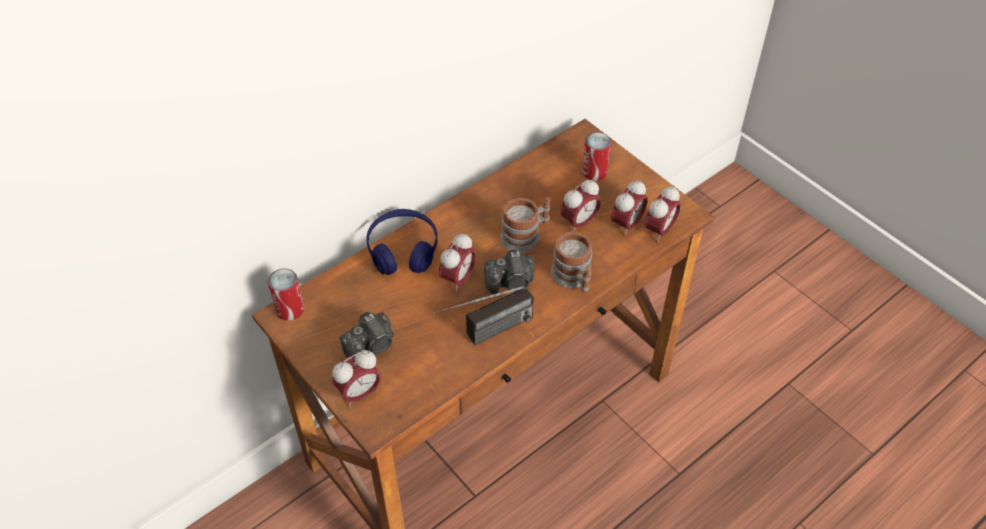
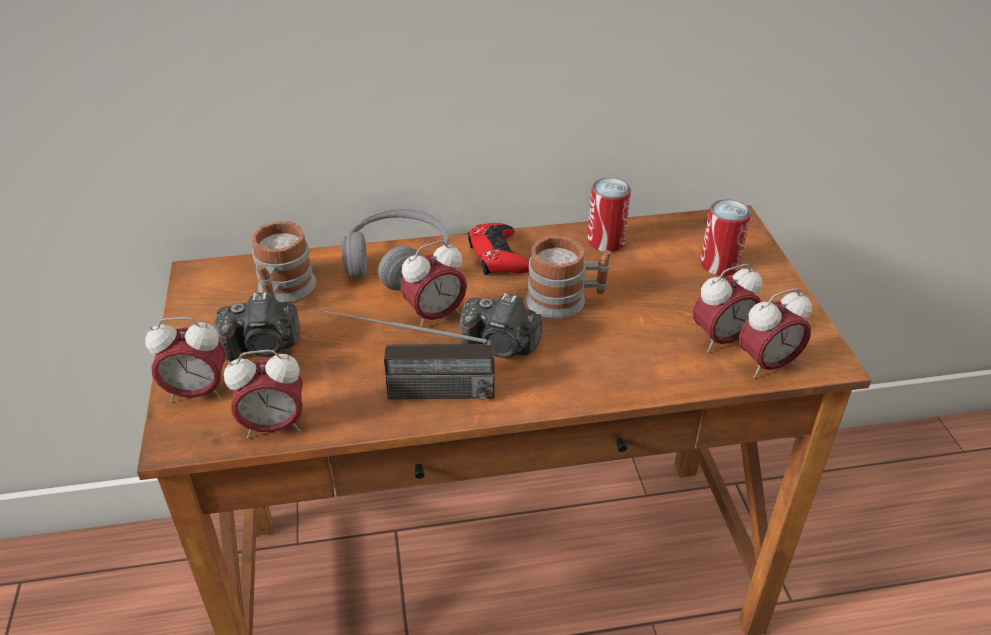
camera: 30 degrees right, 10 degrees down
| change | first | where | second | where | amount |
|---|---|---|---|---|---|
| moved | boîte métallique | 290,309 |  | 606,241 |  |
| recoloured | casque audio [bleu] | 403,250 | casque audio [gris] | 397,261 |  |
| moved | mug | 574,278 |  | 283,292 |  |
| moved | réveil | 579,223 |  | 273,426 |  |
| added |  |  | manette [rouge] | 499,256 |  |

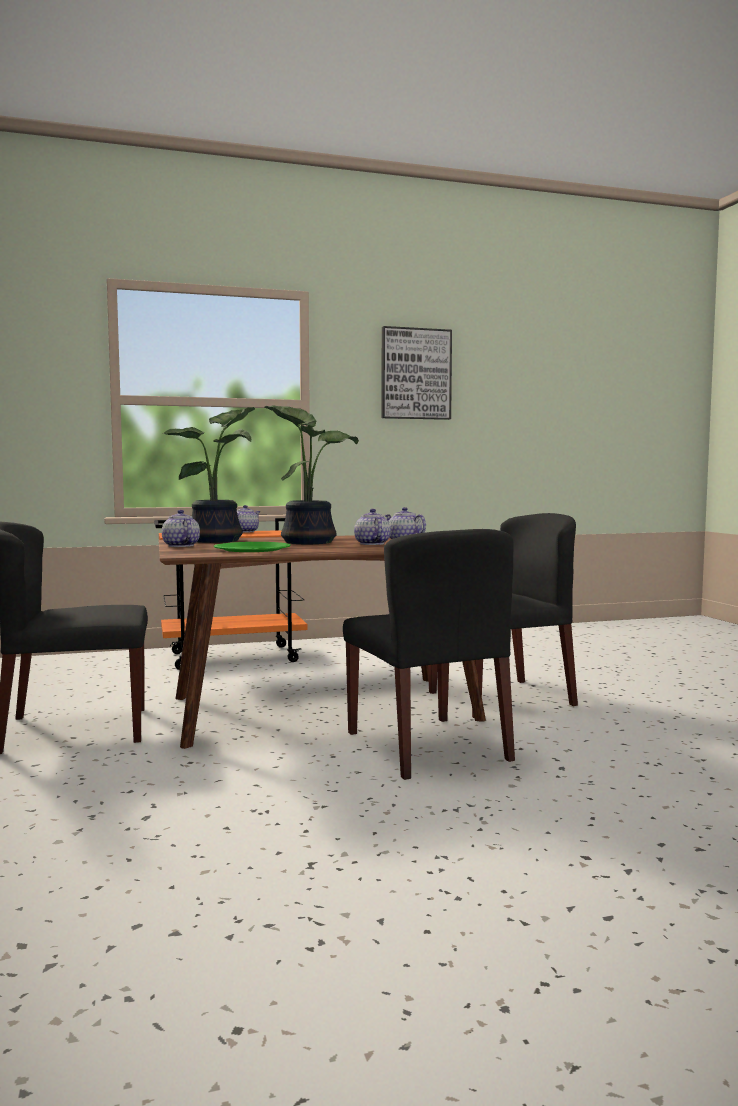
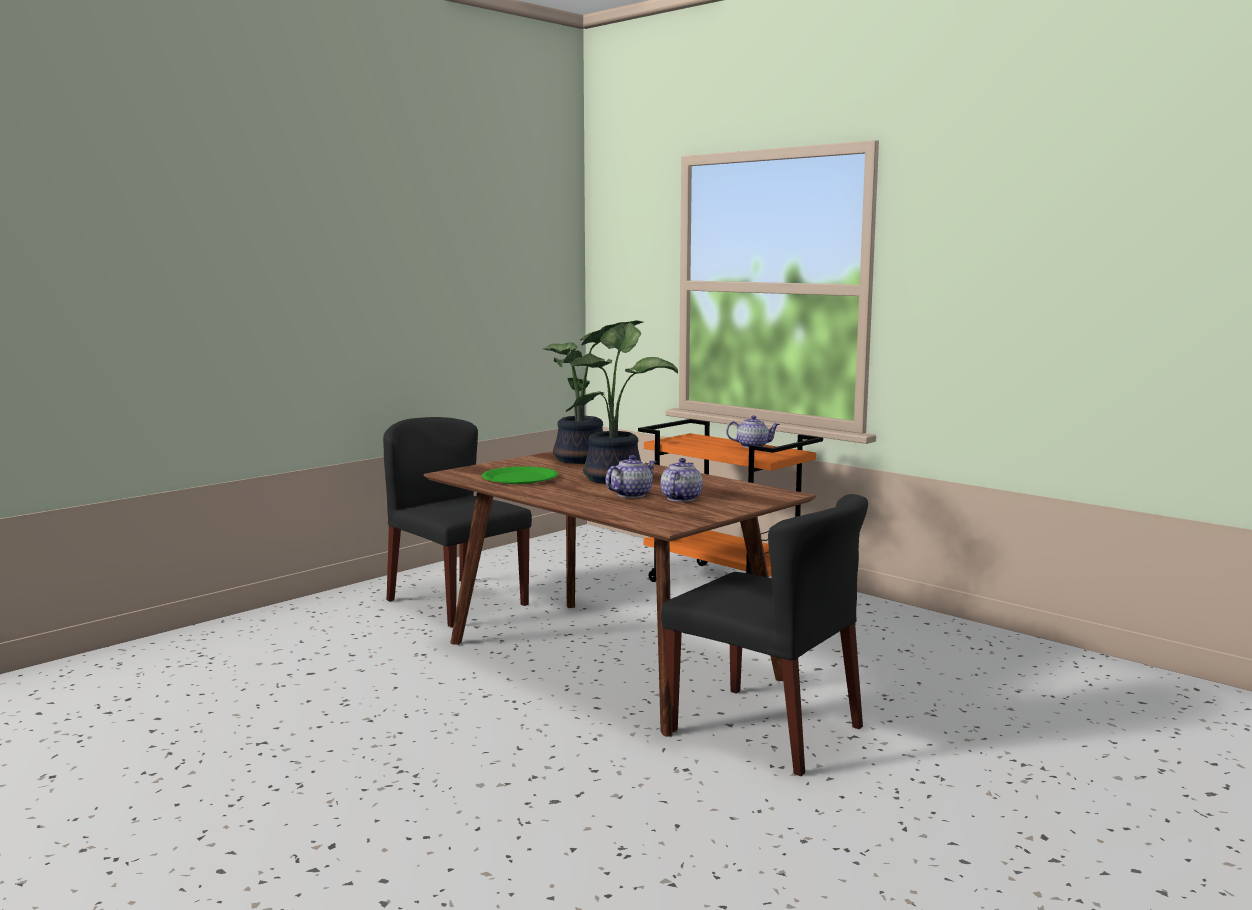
camera: 60 degrees right, 5 degrees up
| change | first | where | second | where | amount |
|---|---|---|---|---|---|
| removed | théière | 180,546 |  |  |  |
| removed | chaise [noir] | 427,746 |  |  |  |
| removed | tableau | 415,374 |  |  |  |

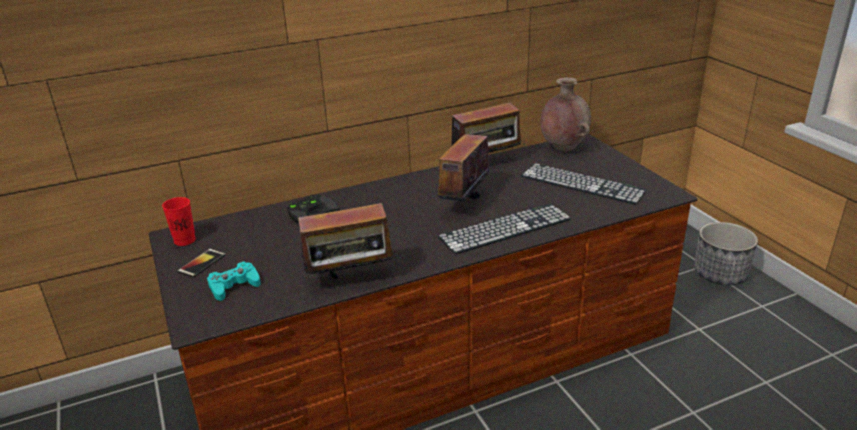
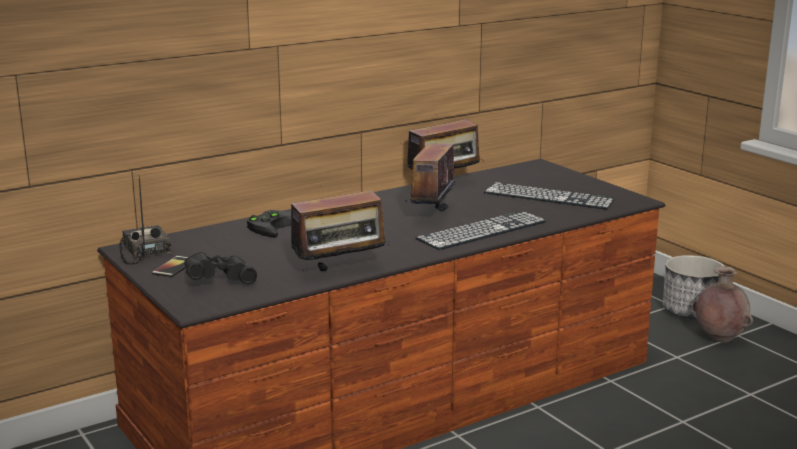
camera: 10 degrees left, 10 degrees down
| change | first | where | second | where | amount |
|---|---|---|---|---|---|
| replaced | tasse [rouge] | 184,240 | radio | 143,252 |  |
| replaced | manette [turquoise] | 234,286 | jumelles [noir] | 219,281 |  |
| moved | vase [marron] | 563,148 |  | 719,338 |  |

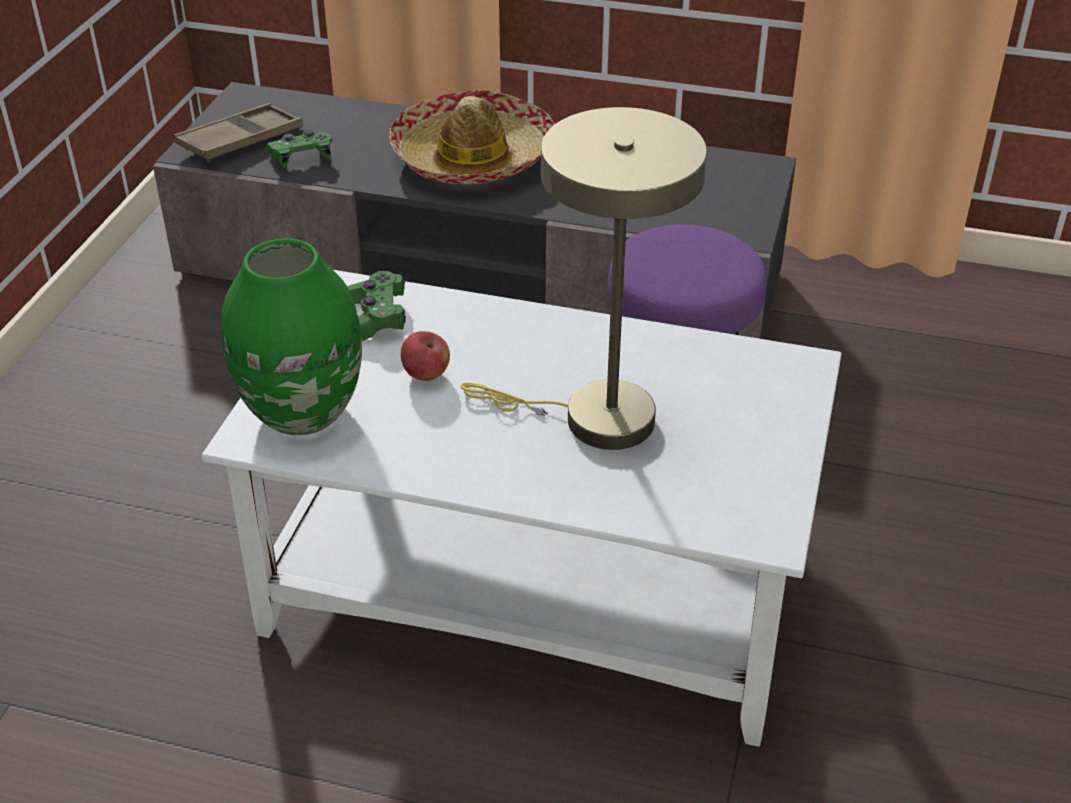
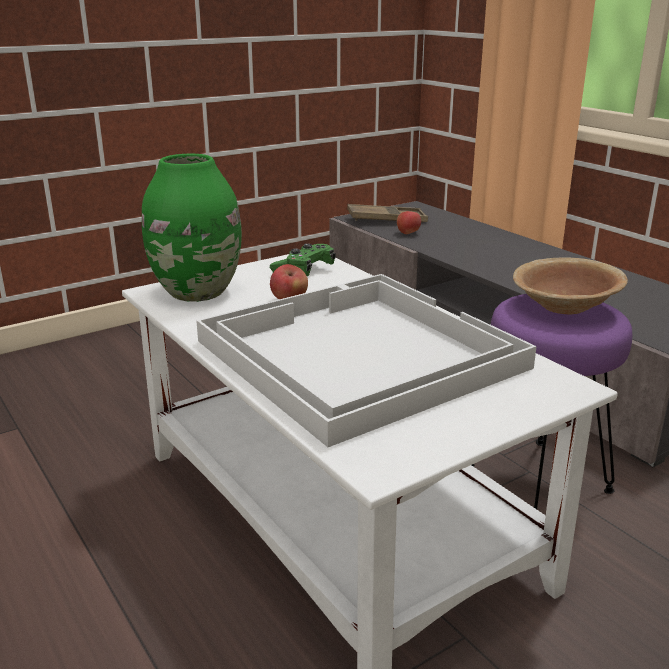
camera: 40 degrees right, 15 degrees down
| change | first | where | second | where | amount |
|---|---|---|---|---|---|
| replaced | manette [vert] | 302,158 | pomme | 408,233 |  |
| removed | chapeau | 473,157 |  |  |  |
| replaced | lampe de table [beige] | 593,418 | plateau [blanc] | 356,354 |  |
| added |  |  | bol [marron] | 564,306 |  |

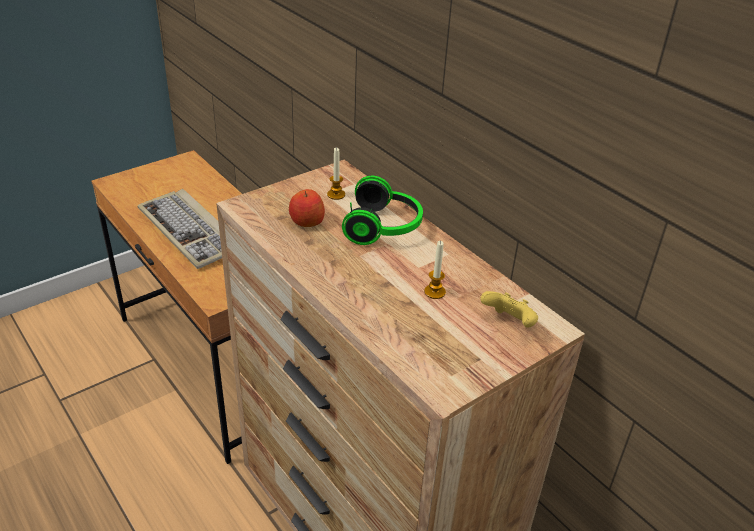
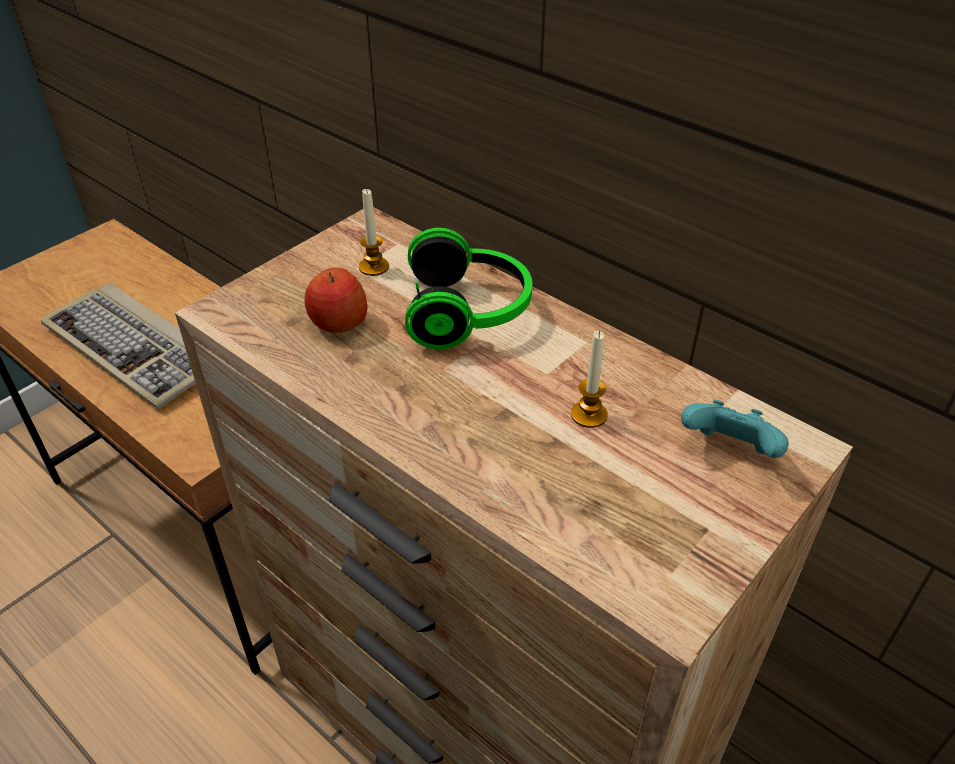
camera: 10 degrees left, 5 degrees up
| change | first | where | second | where | amount |
|---|---|---|---|---|---|
| recoloured | manette [jaune] | 509,323 | manette [turquoise] | 729,451 |  |

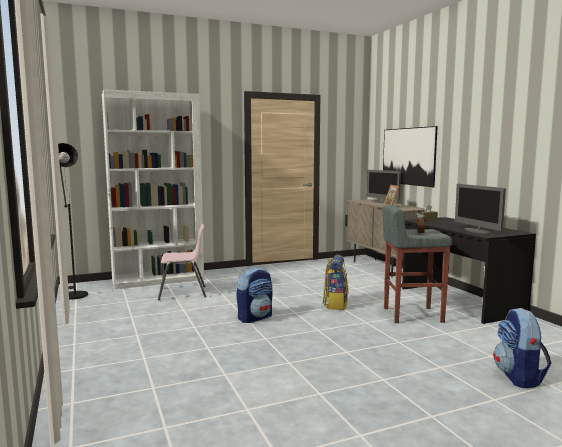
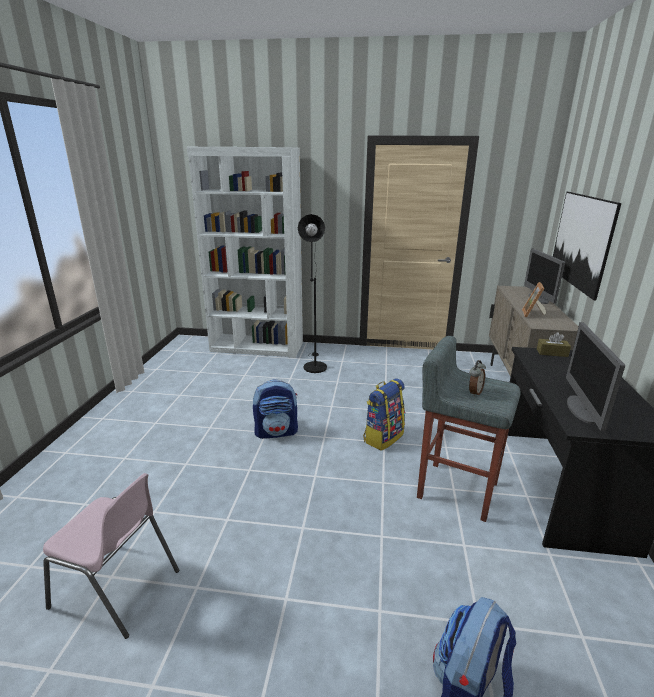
camera: 30 degrees right, 15 degrees up
| change | first | where | second | where | amount |
|---|---|---|---|---|---|
| moved | lampadaire [noir] | 73,294 |  | 314,365 |  |
| moved | chaise [rose] | 183,293 |  | 117,589 |  |

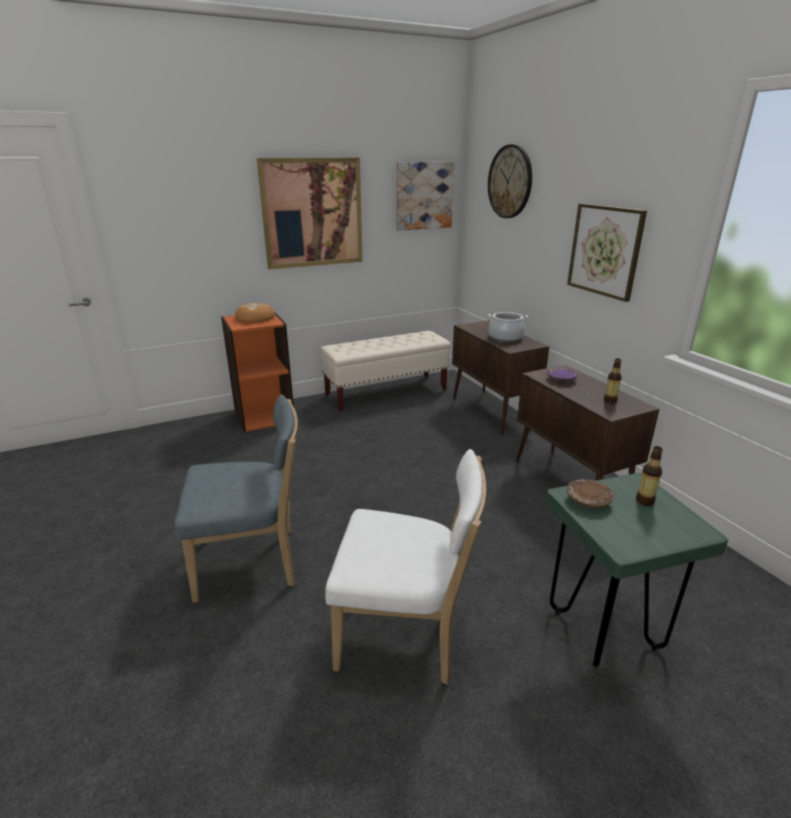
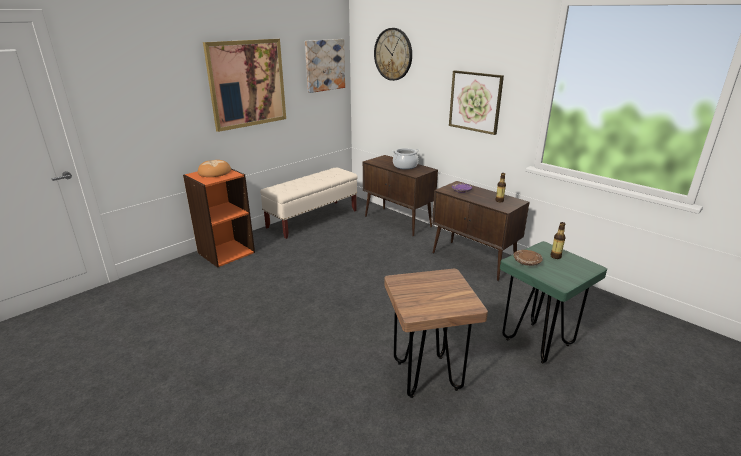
camera: 20 degrees left, 0 degrees up
| change | first | where | second | where | amount |
|---|---|---|---|---|---|
| removed | chaise [bleu] | 253,562 |  |  |  |
| replaced | chaise [blanc] | 405,635 | tabouret [marron] | 427,376 |  |

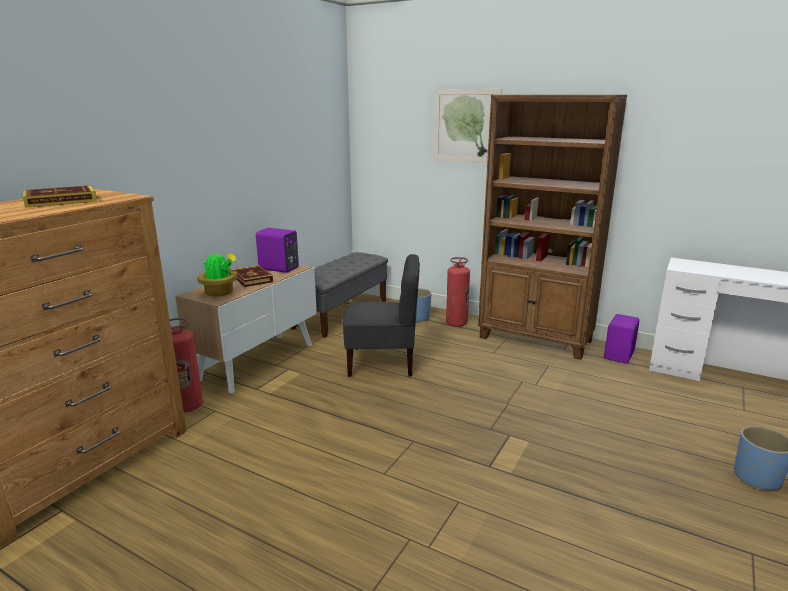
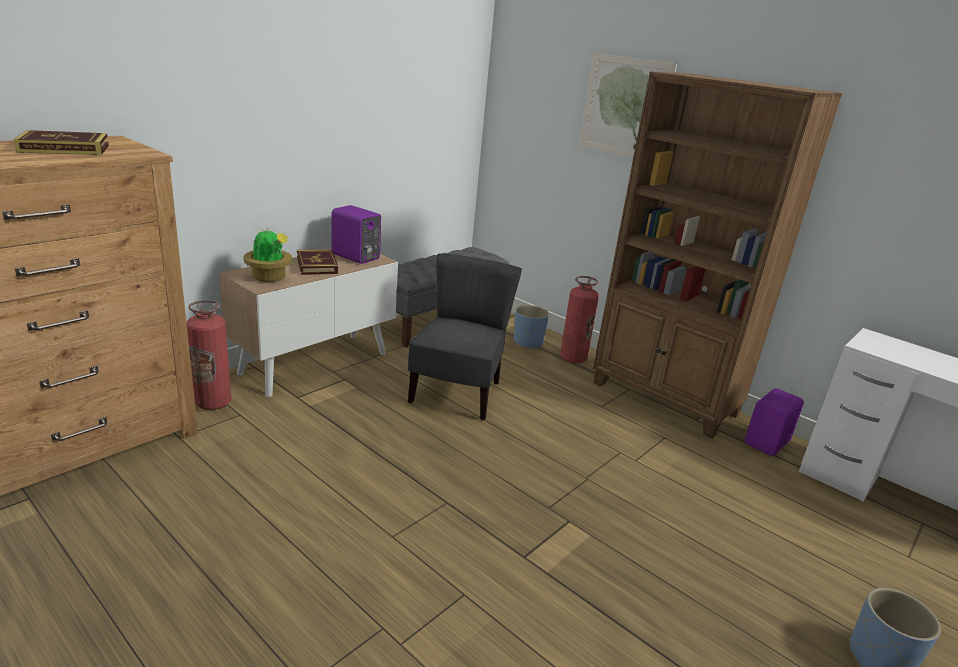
camera: 10 degrees right, 5 degrees up
| change | first | where | second | where | amount |
|---|---|---|---|---|---|
| turned | chaise [gris] | 382,363 |  | 457,393 | 90 degrees counterclockwise |

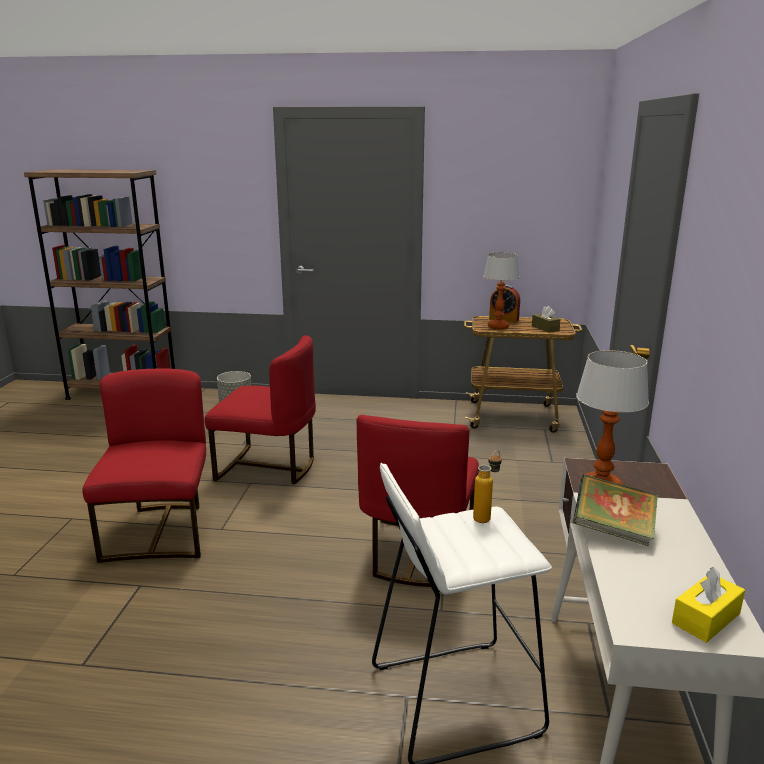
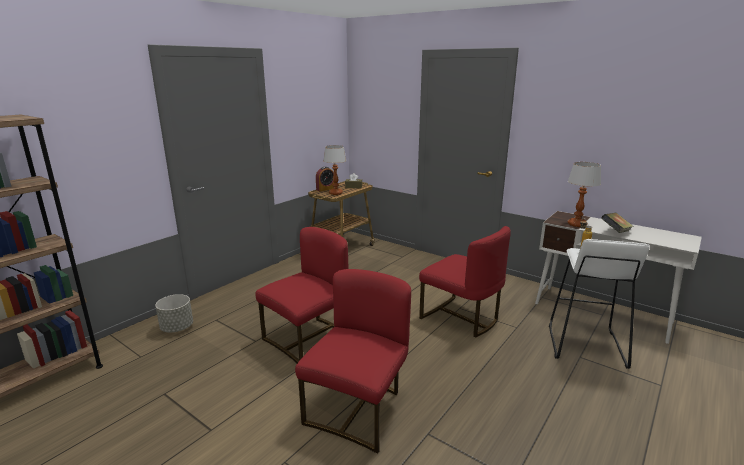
camera: 60 degrees left, 0 degrees up
| change | first | where | second | where | amount |
|---|---|---|---|---|---|
| turned | chaise [rouge] | 160,532 |  | 358,410 | 90 degrees clockwise |
| removed | boîte à mouchoirs [jaune] | 706,618 |  |  |  |

